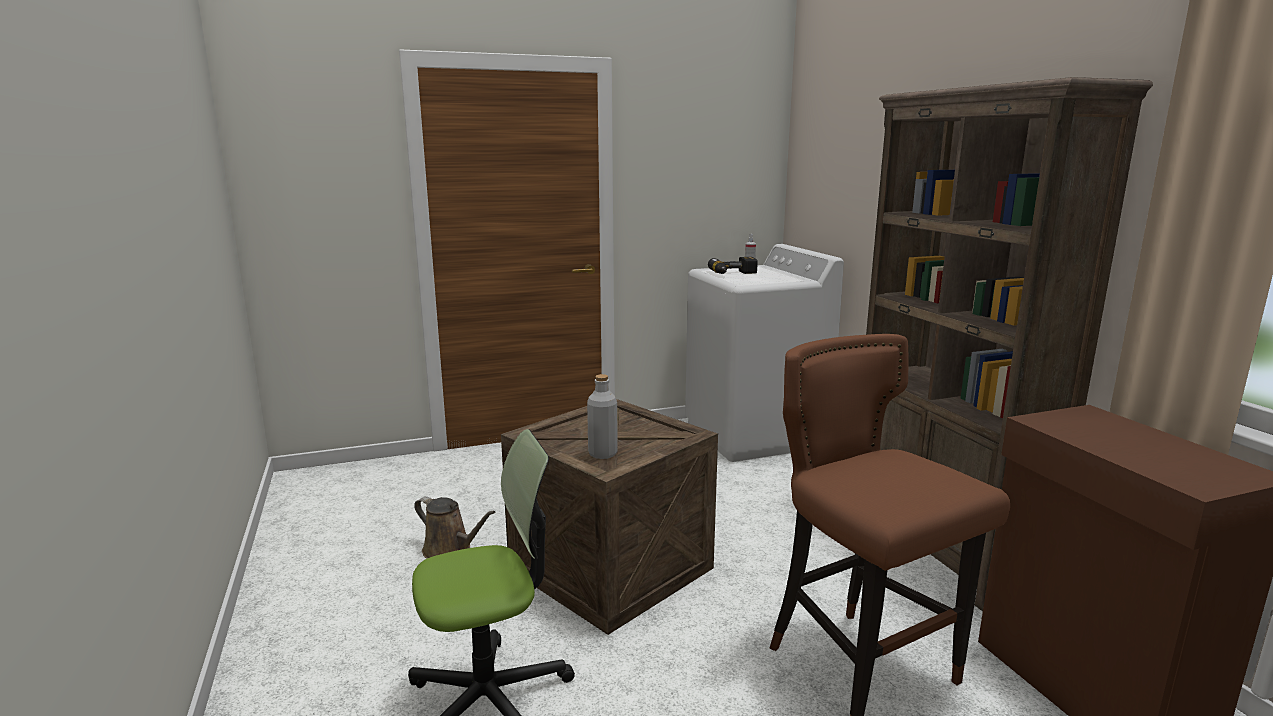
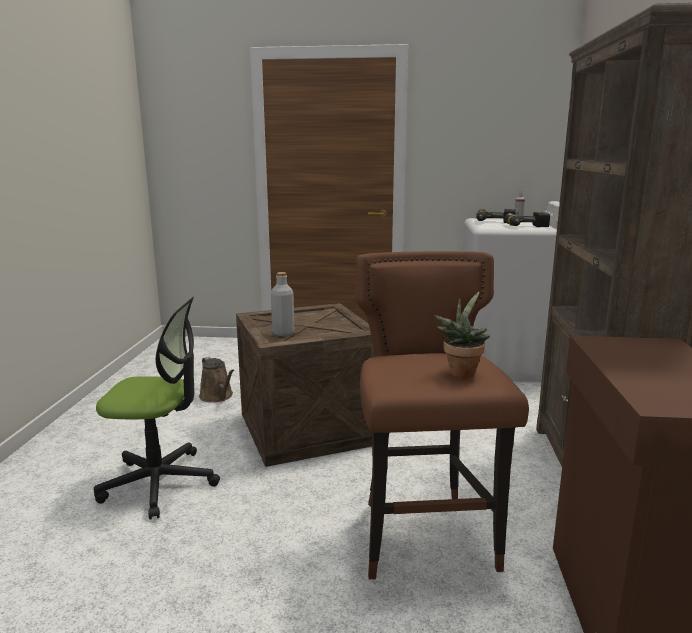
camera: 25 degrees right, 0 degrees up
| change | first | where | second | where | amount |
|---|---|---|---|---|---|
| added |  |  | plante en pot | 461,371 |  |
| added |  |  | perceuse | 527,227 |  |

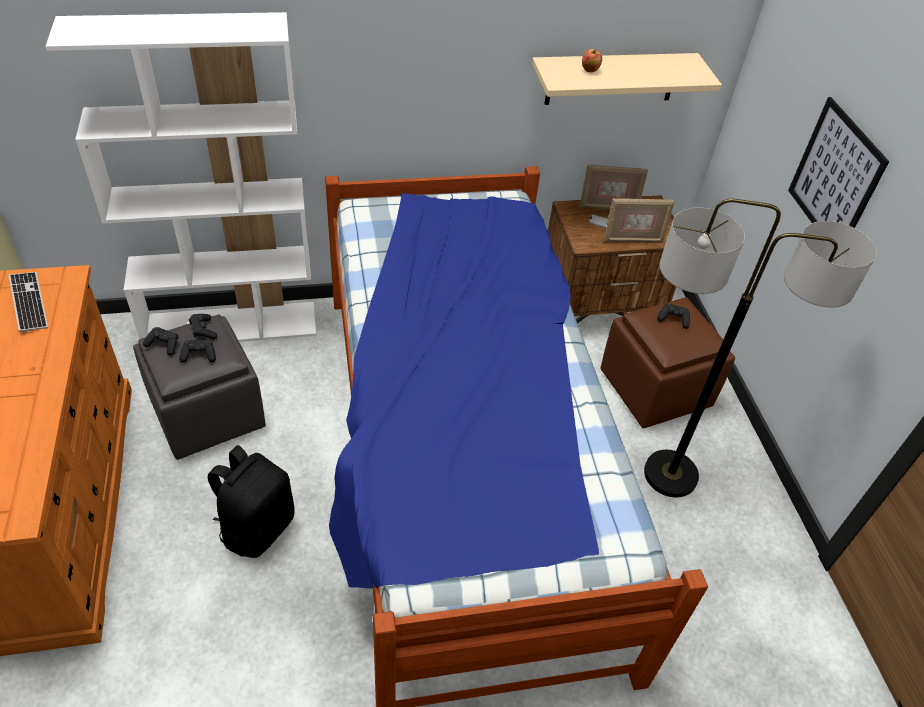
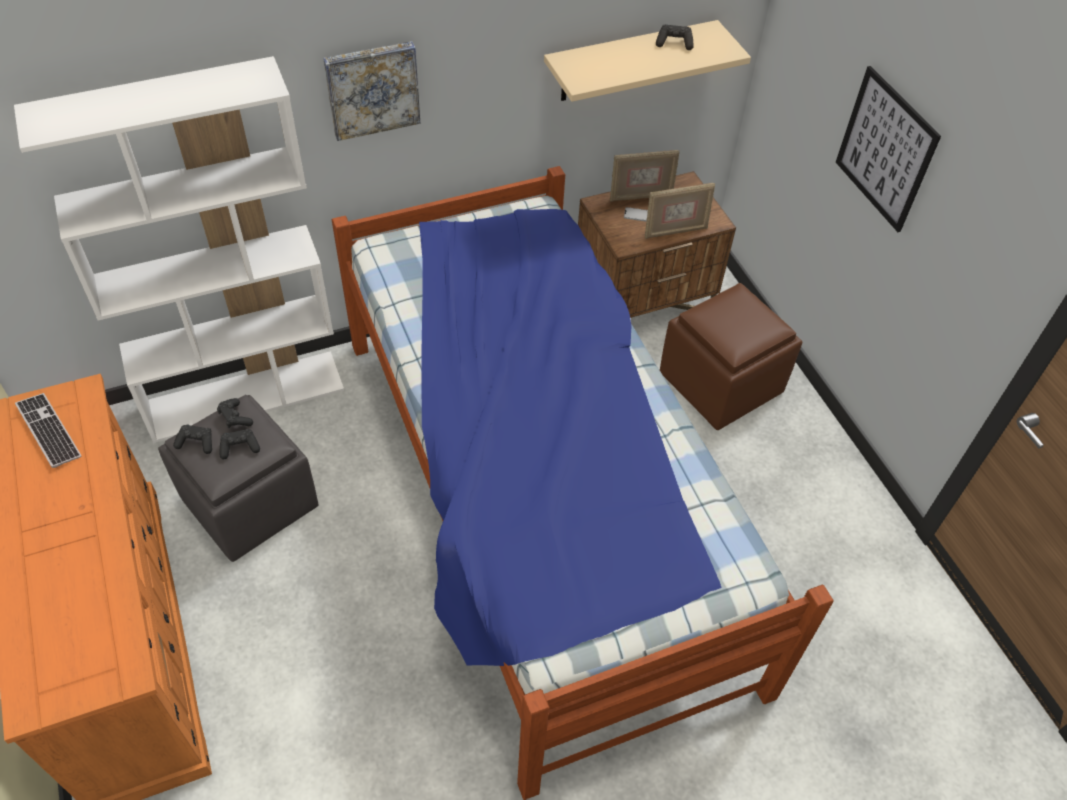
camera: 10 degrees left, 5 degrees up
| change | first | where | second | where | amount |
|---|---|---|---|---|---|
| removed | sac à dos [noir] | 257,527 |  |  |  |
| removed | pomme | 589,70 |  |  |  |
| removed | lampadaire | 670,475 |  |  |  |
| moved | manette [noir] | 673,319 |  | 674,43 |  |
| added |  |  | tableau | 372,89 |  |

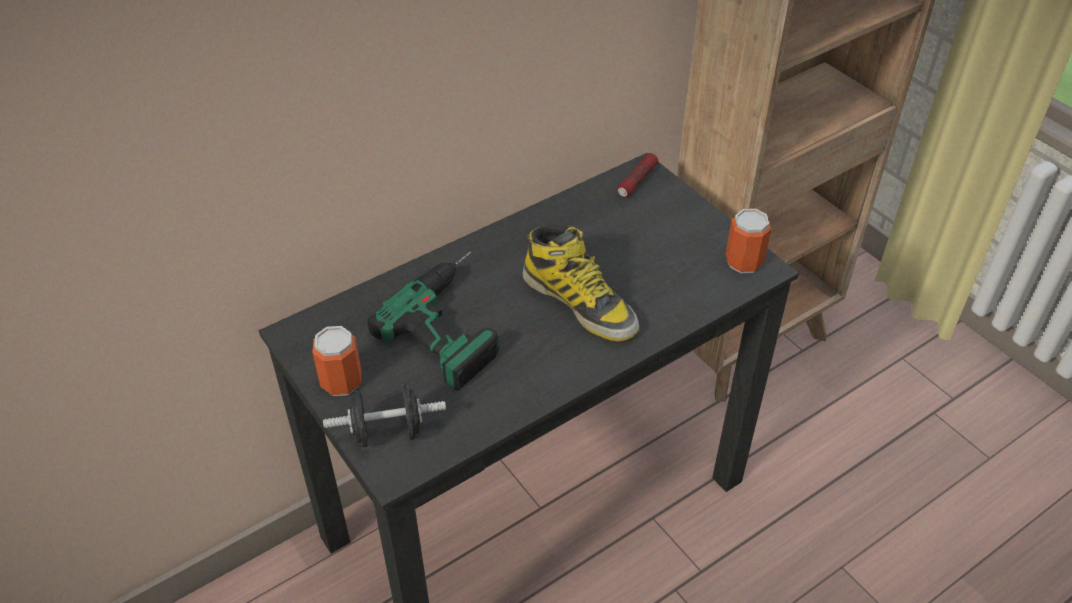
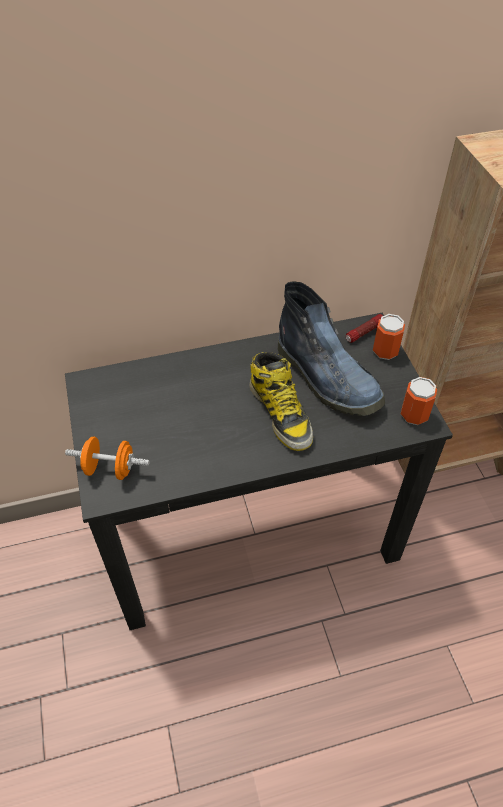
camera: 20 degrees right, 5 degrees up
| change | first | where | second | where | amount |
|---|---|---|---|---|---|
| moved | boîte métallique | 341,382 |  | 385,351 |  |
| recoloured | haltère [noir] | 388,432 | haltère [orange] | 110,469 |  |
| removed | perceuse | 458,320 |  |  |  |
| added |  |  | botte | 328,379 |  |

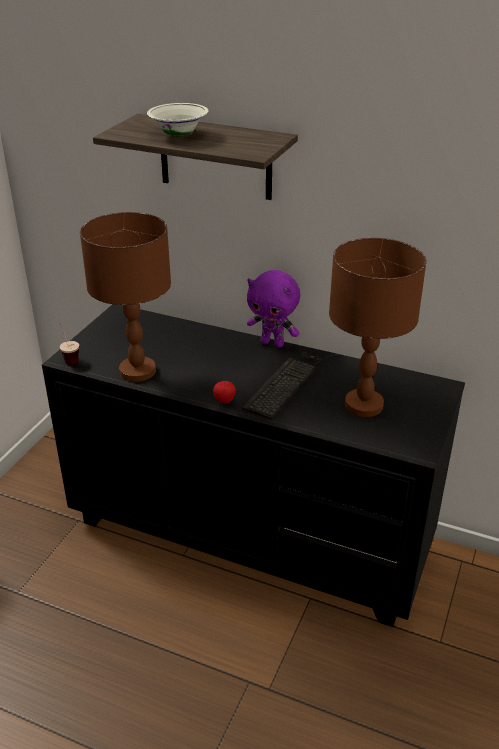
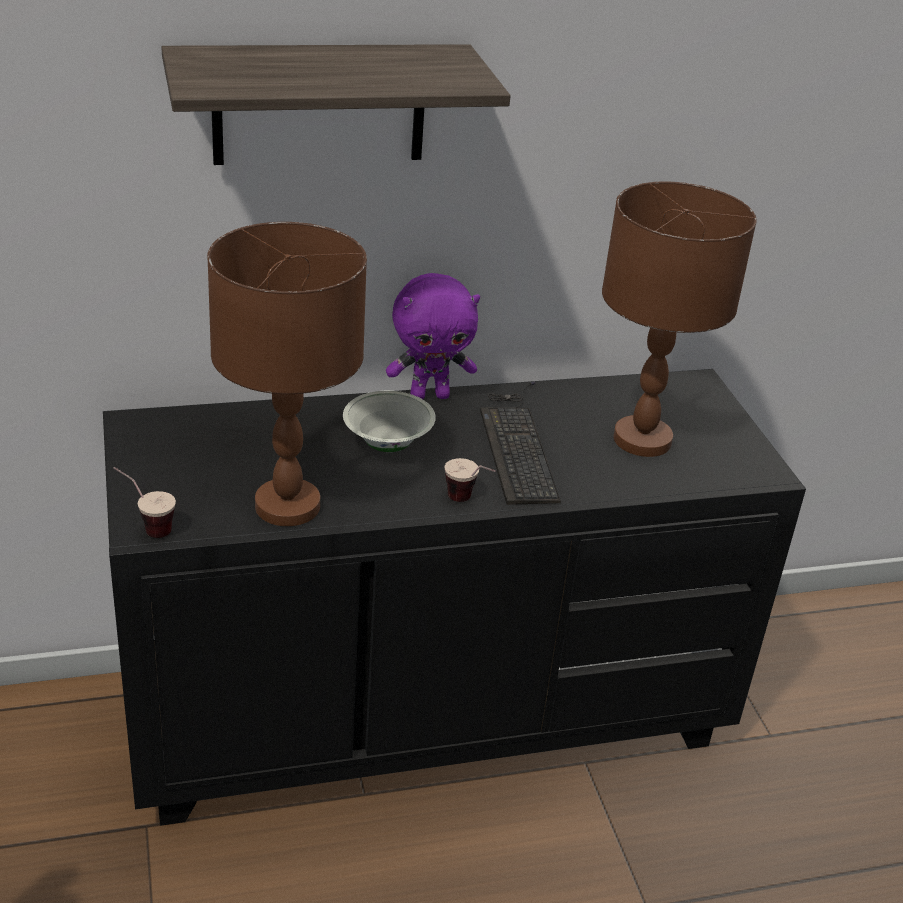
camera: 40 degrees left, 0 degrees up
| change | first | where | second | where | amount |
|---|---|---|---|---|---|
| moved | bol [blanc] | 179,135 |  | 388,445 |  |
| replaced | pomme | 224,401 | tasse | 468,502 |  |

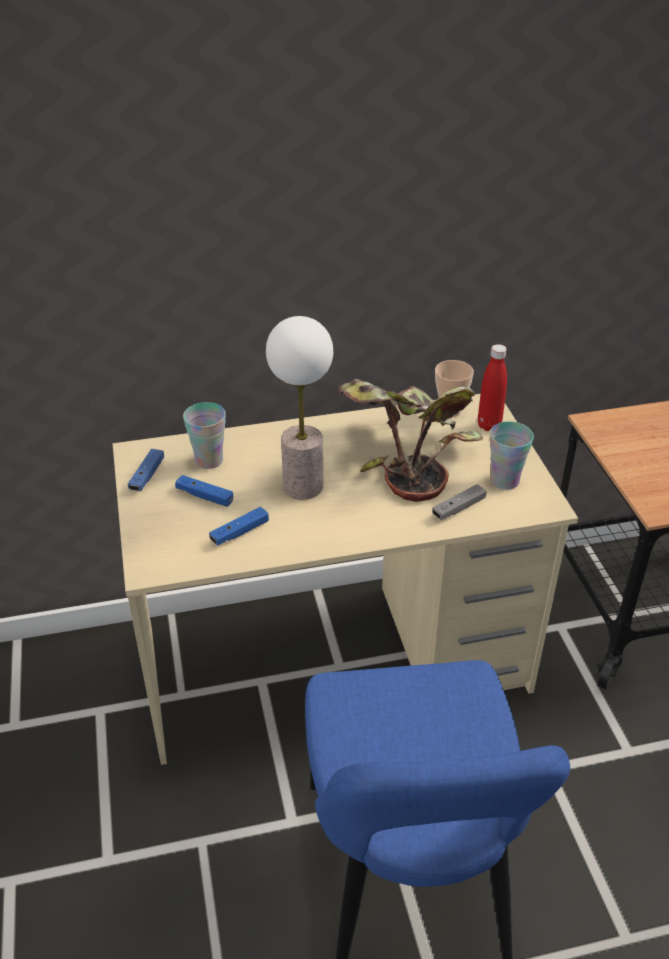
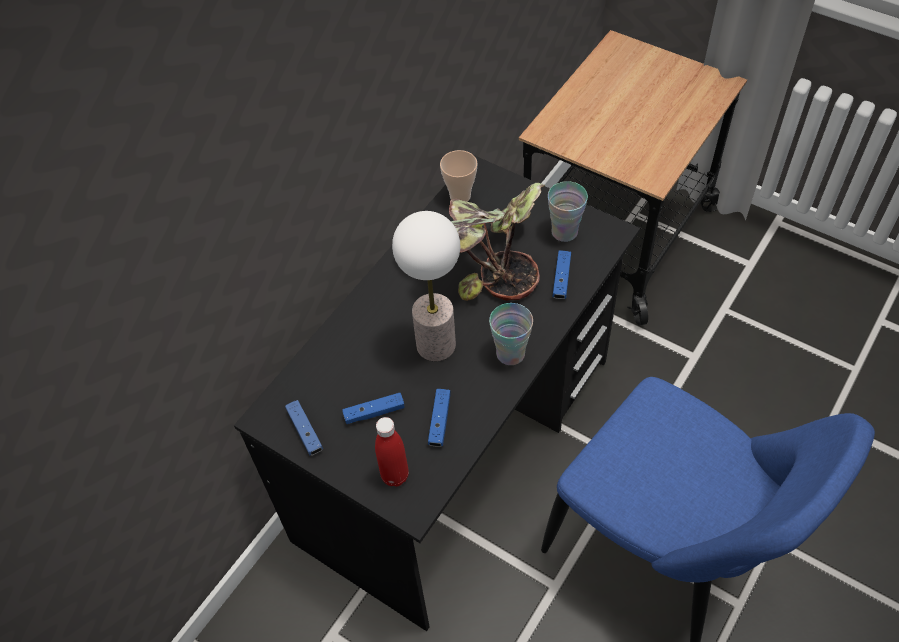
camera: 40 degrees left, 15 degrees up
| change | first | where | second | where | amount |
|---|---|---|---|---|---|
| recoloured | bureau [beige] | 334,661 | bureau [noir] | 457,448 |  |
| moved | tasse | 209,460 |  | 510,353 |  |
| recoloured | manette [gris] | 458,508 | manette [bleu] | 561,279 |  |
| moved | bouteille [rouge] | 489,425 |  | 395,475 |  |

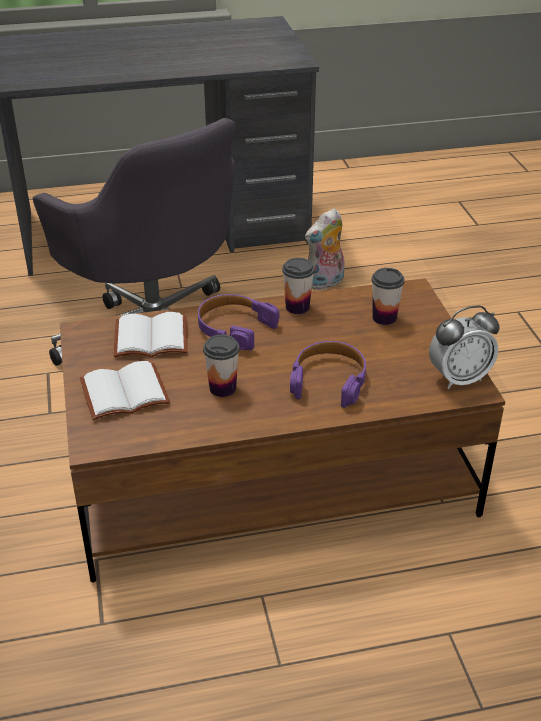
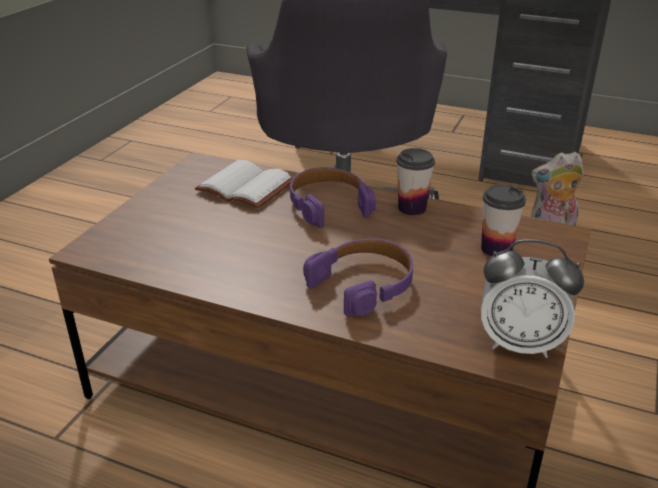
camera: 35 degrees right, 5 degrees down
| change | first | where | second | where | amount |
|---|---|---|---|---|---|
| removed | livre [blanc] | 125,391 |  |  |  |
| removed | tasse | 222,388 |  |  |  |

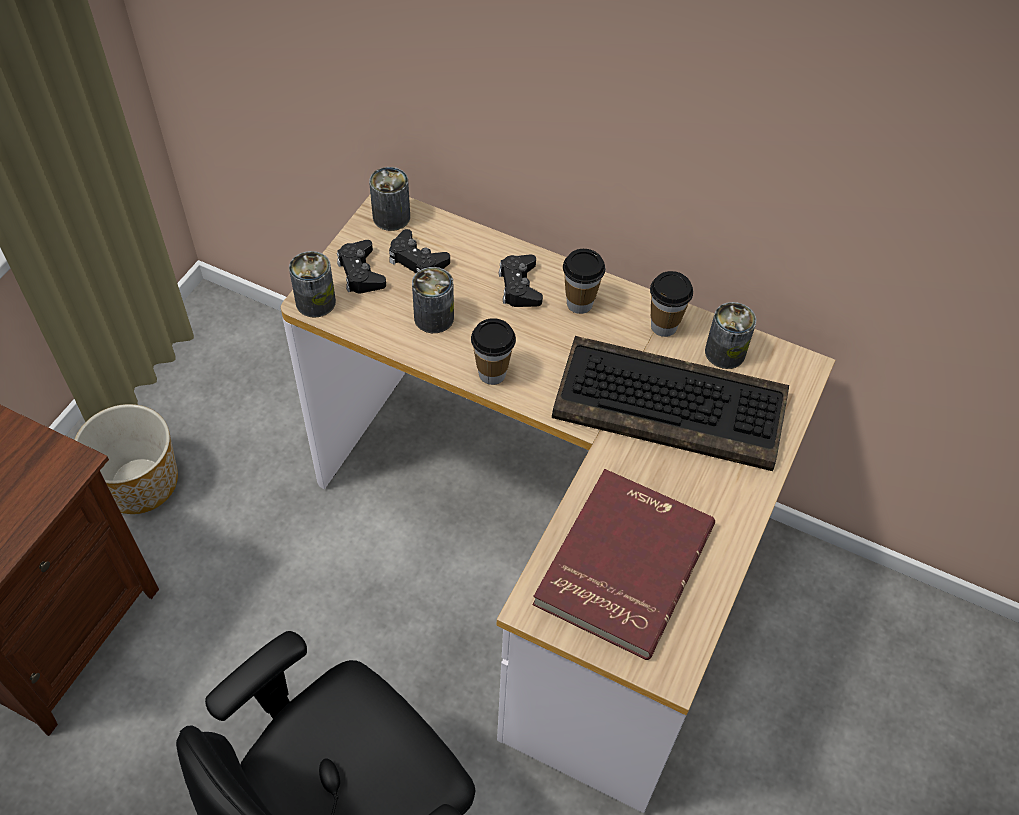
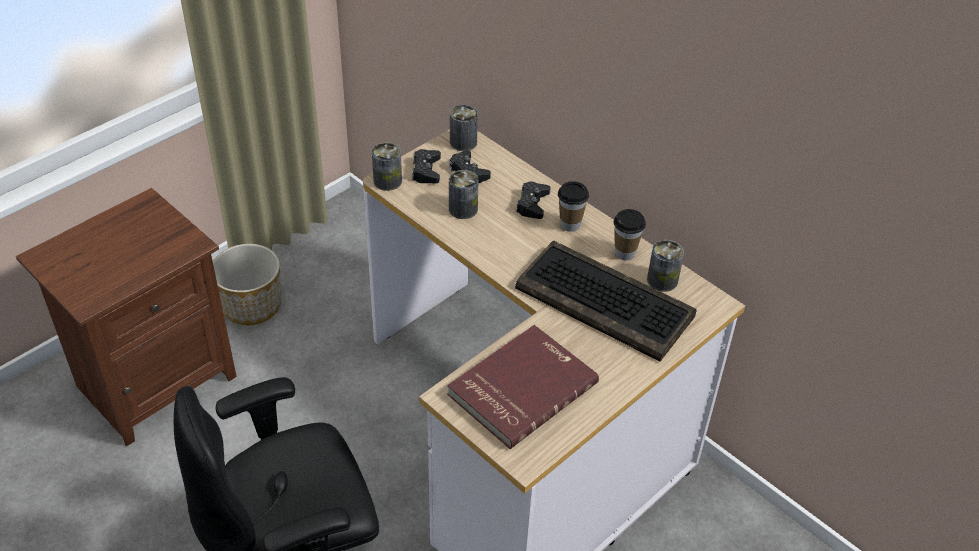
camera: 20 degrees right, 10 degrees down
| change | first | where | second | where | amount |
|---|---|---|---|---|---|
| removed | tasse | 492,373 |  |  |  |

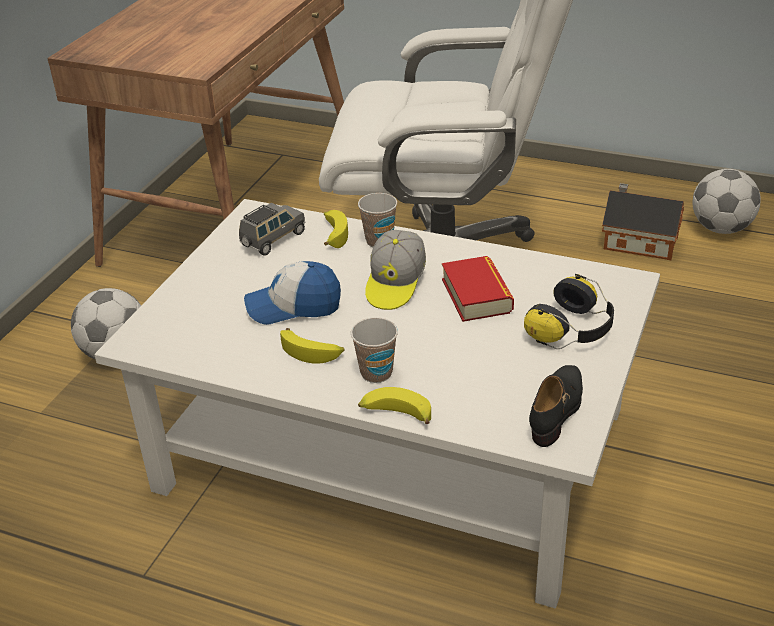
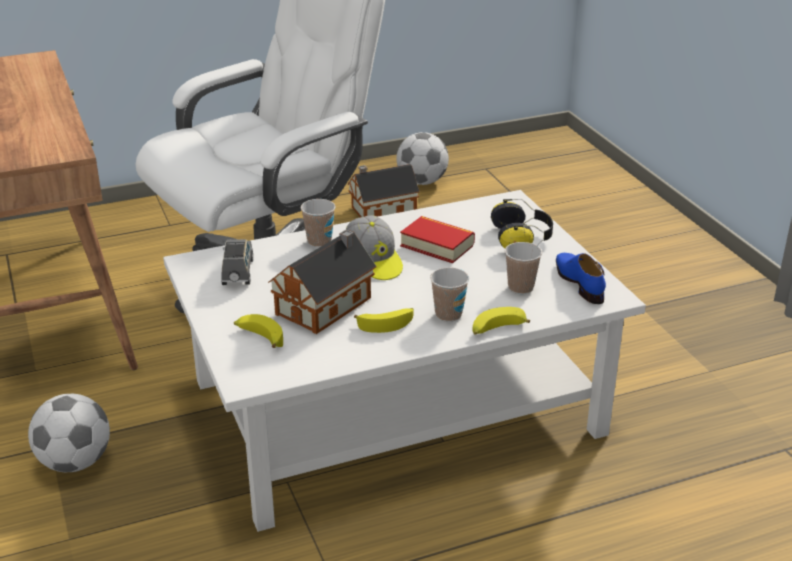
camera: 45 degrees left, 5 degrees down
| change | first | where | second | where | amount |
|---|---|---|---|---|---|
| replaced | casquette | 294,306 | maison miniature | 327,304 |  |
| moved | banane | 333,234 |  | 259,337 |  |
| recoloured | chaussure [noir] | 557,410 | chaussure [bleu] | 579,282 |  |
| added |  |  | tasse | 520,287 |  |

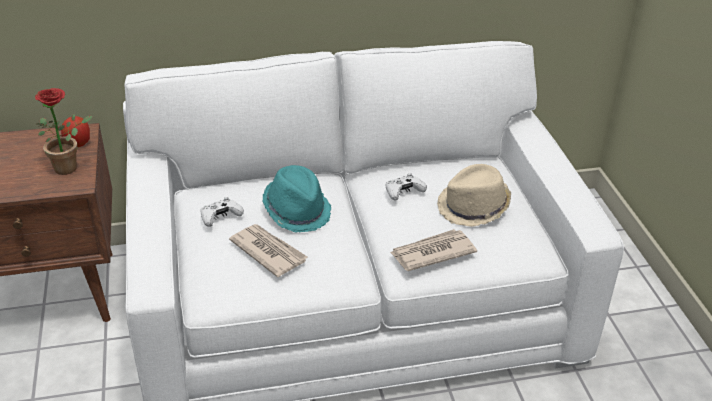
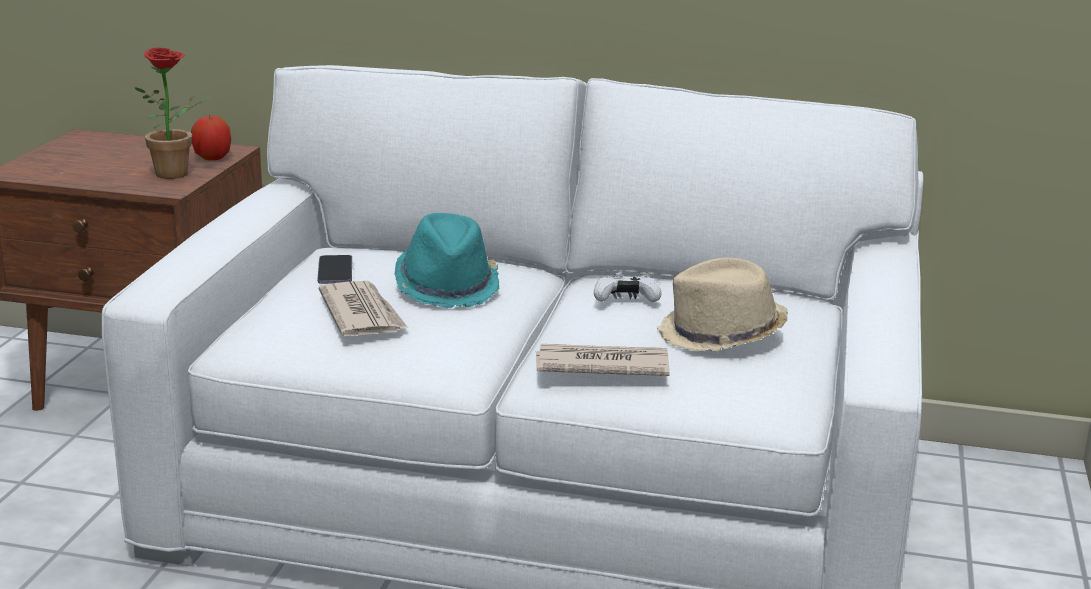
camera: 25 degrees right, 15 degrees down
| change | first | where | second | where | amount |
|---|---|---|---|---|---|
| replaced | manette [blanc] | 220,217 | téléphone | 335,272 |  |

